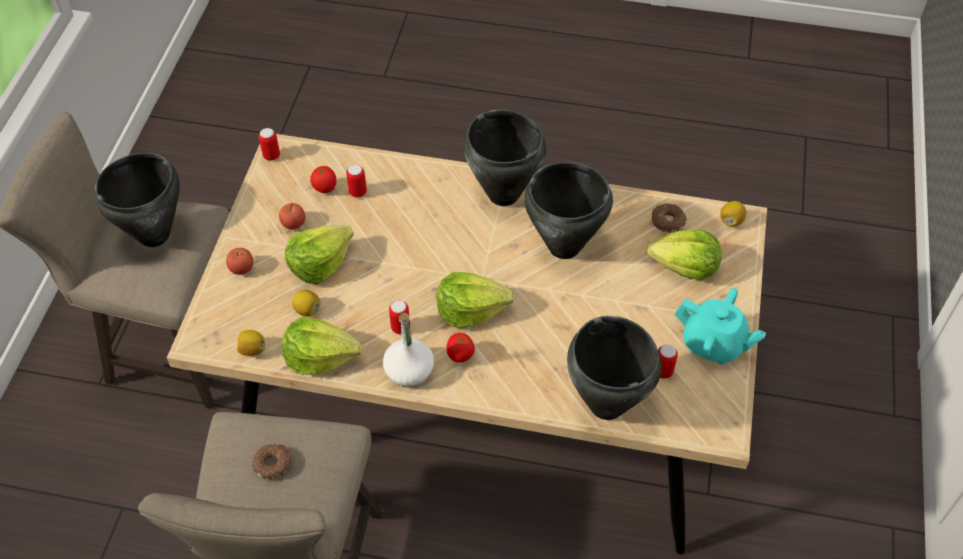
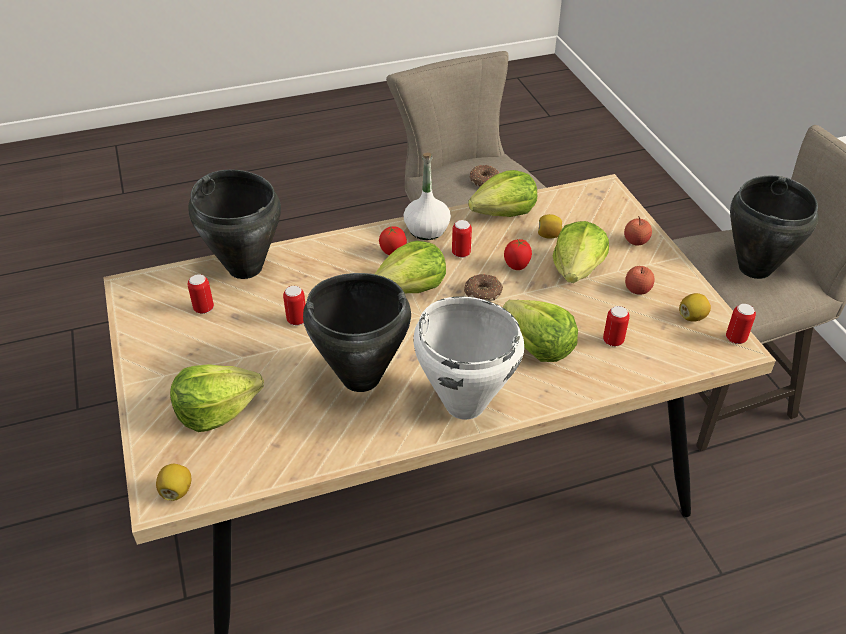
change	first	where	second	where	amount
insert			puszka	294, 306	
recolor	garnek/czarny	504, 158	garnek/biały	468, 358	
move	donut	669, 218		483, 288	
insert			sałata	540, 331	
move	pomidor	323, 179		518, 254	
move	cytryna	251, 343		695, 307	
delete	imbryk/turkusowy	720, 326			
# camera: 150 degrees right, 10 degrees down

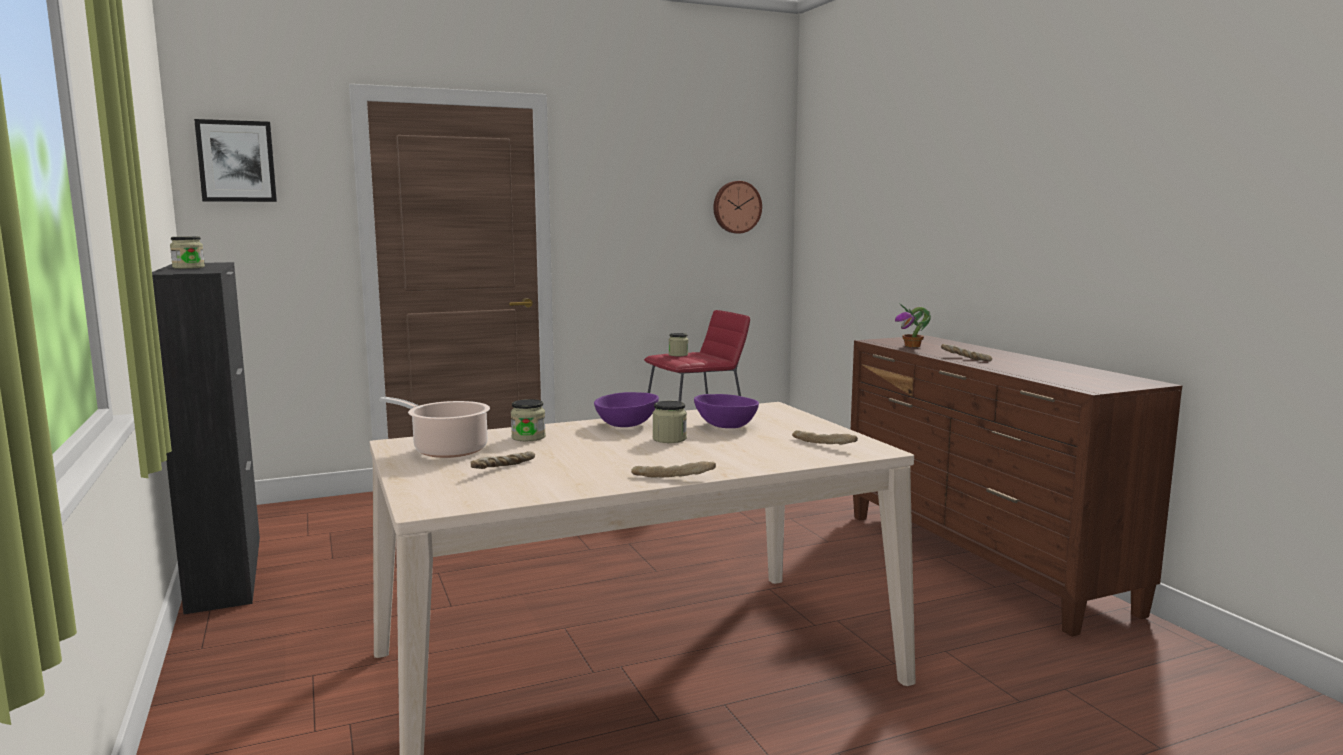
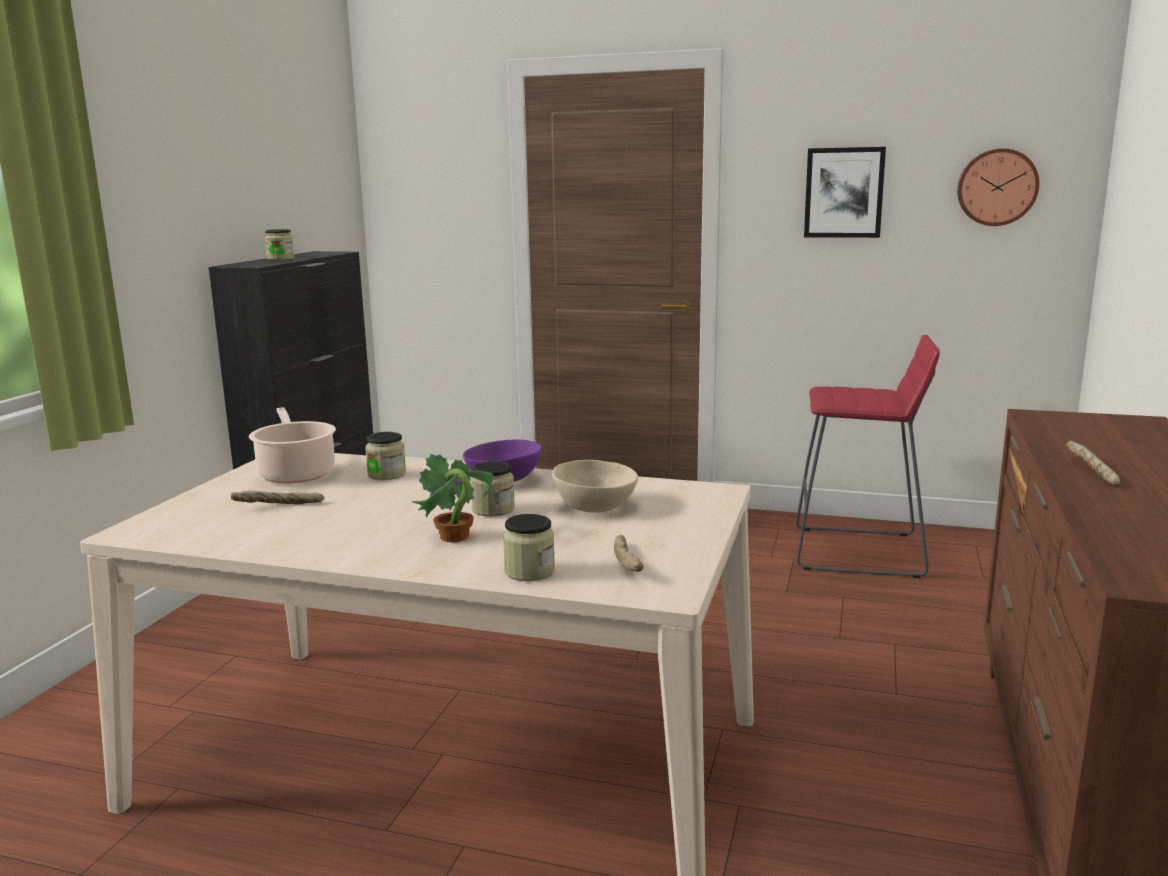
change	first	where	second	where	amount
move	roślina doniczkowa	913, 325		453, 498	
move	słoik	678, 344		529, 547	
recolor	miska/fioletowy	726, 411	miska/beżowy	595, 486	
move	obraz	235, 160		845, 192	
delete	chleb	673, 469			
# camera: 40 degrees right, 5 degrees up

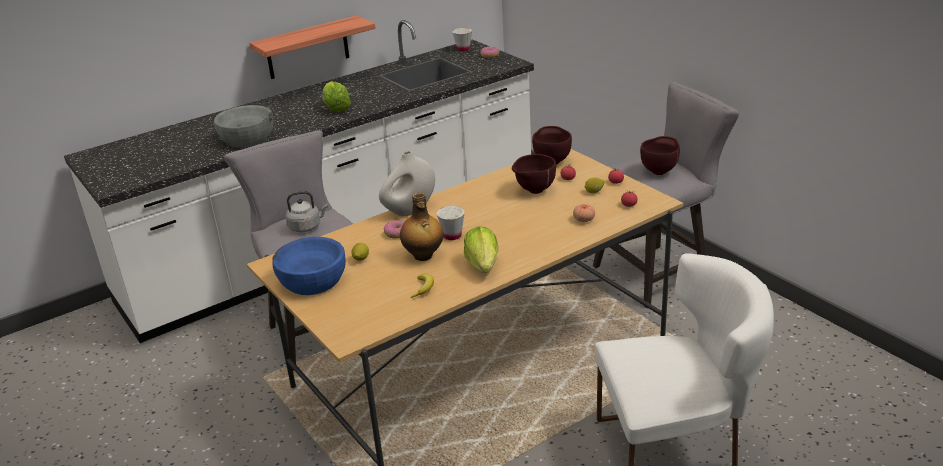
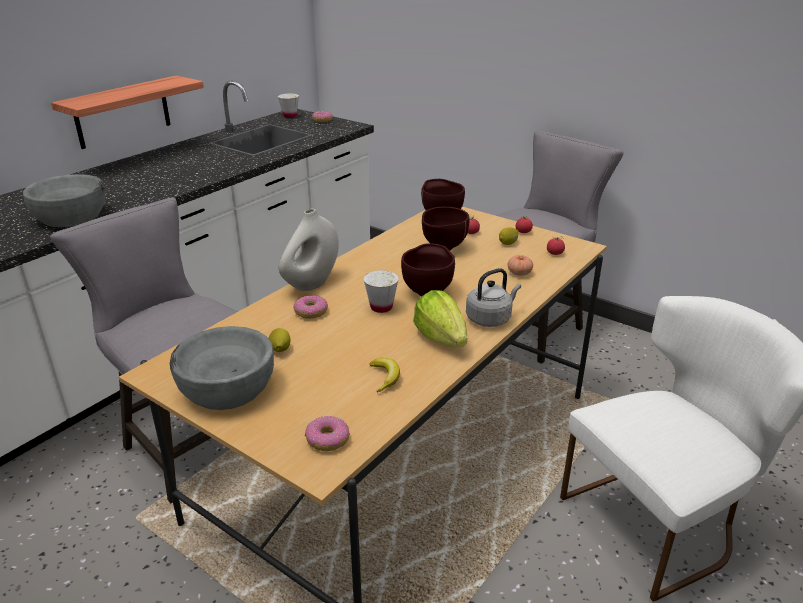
change	first	where	second	where	amount
recolor	miska/niebieski	309, 266	miska/szary	222, 368	
insert			donut	327, 433	
move	miska/brązowy	660, 155		428, 269	
move	czajnik/szary	306, 211		493, 297	
delete	sałata	337, 97			
delete	butelka	422, 227			
# camera: 20 degrees left, 0 degrees up

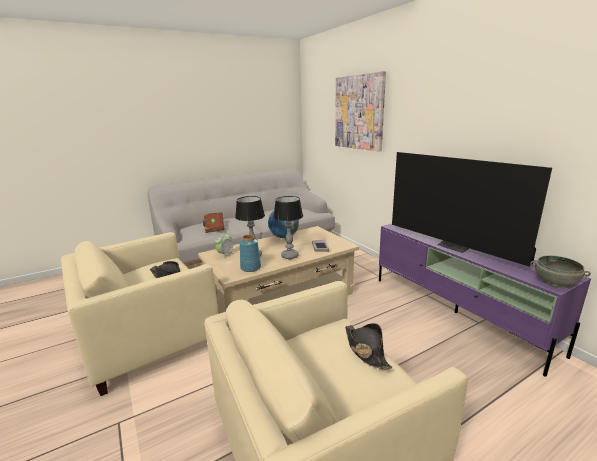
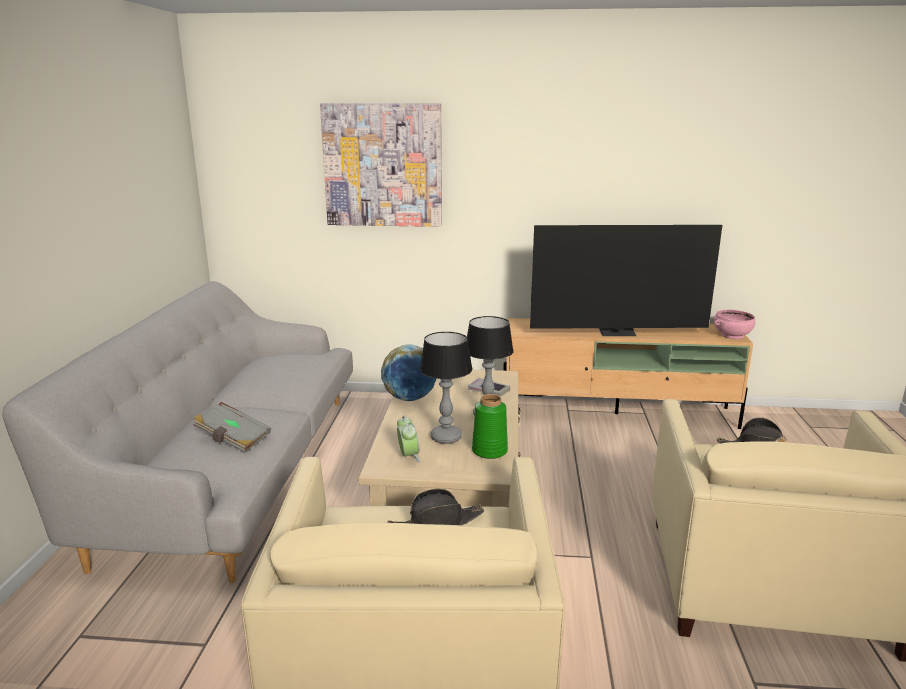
change	first	where	second	where	amount
recolor	książka/brązowy	214, 222	książka/szary	232, 427	
recolor	wazon/niebieski	250, 253	wazon/zielony	490, 426	
recolor	szafka pod telewizor/fioletowy	485, 300	szafka pod telewizor/beżowy	628, 373	
recolor	miska/szary	560, 272	miska/różowy	735, 324	
# camera: 55 degrees left, 0 degrees up

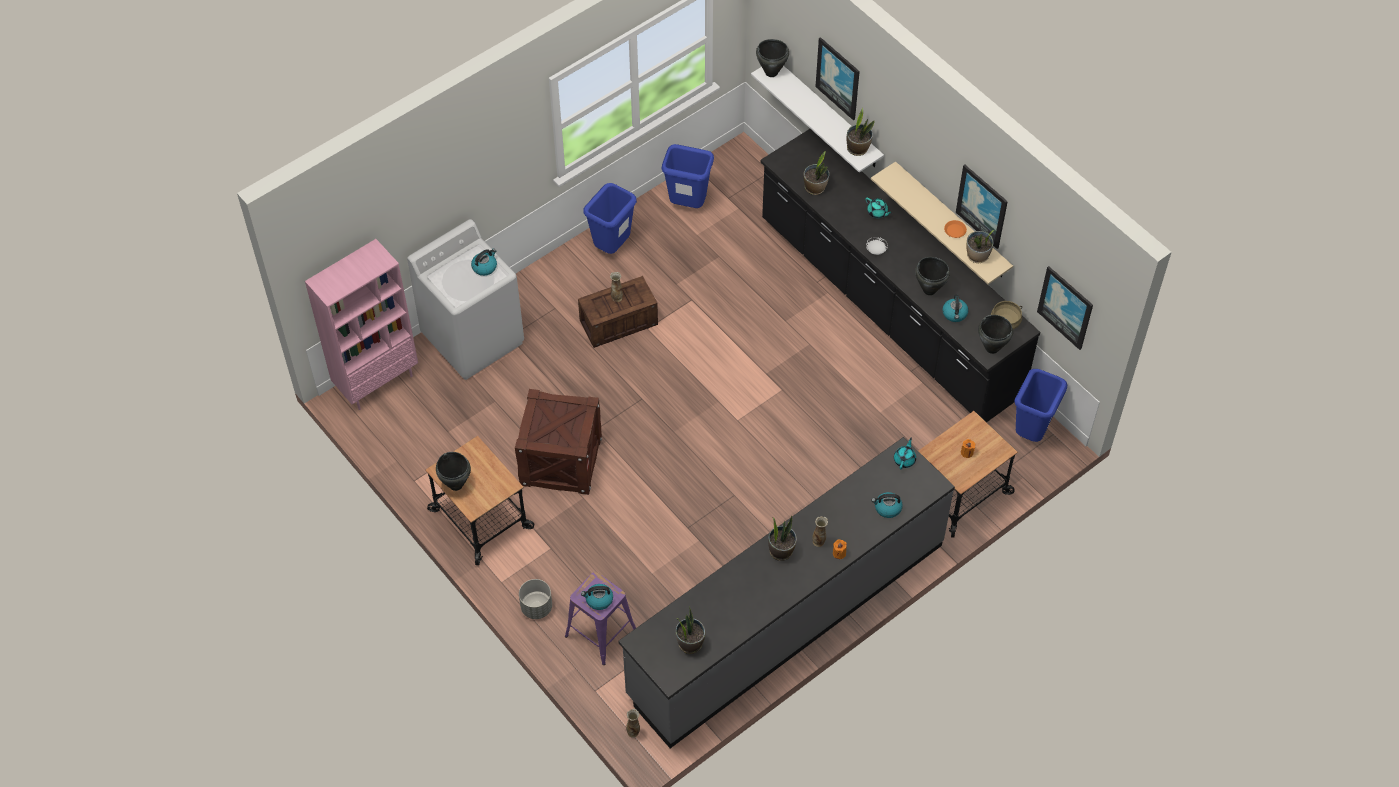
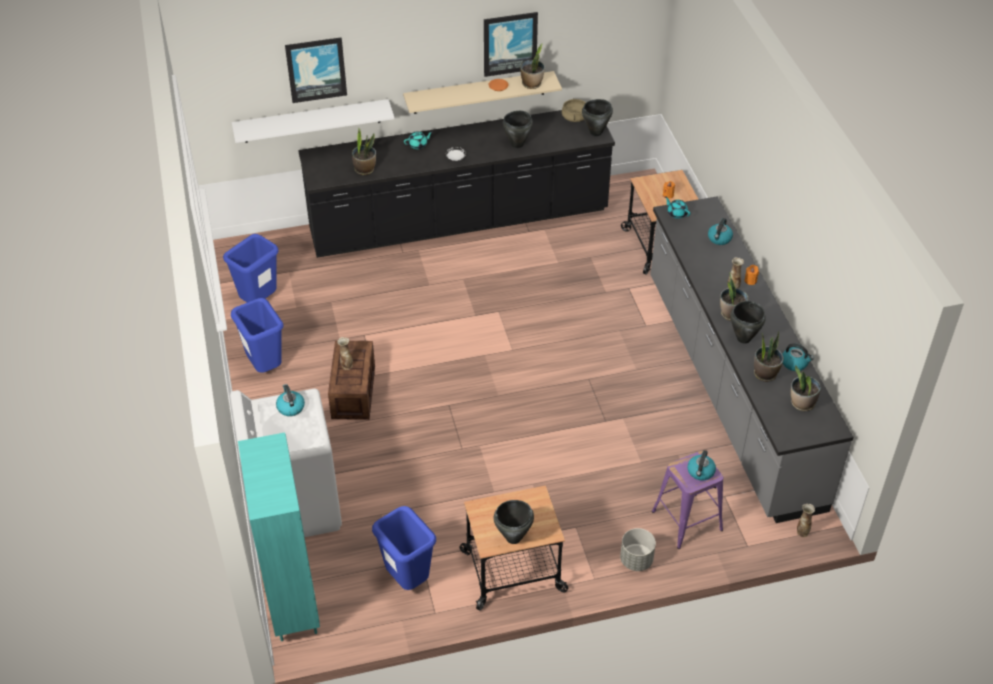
change	first	where	second	where	amount
recolor	regał/różowy	361, 324	regał/turkusowy	279, 536	
move	kosz na śmieci/niebieski	1040, 405		404, 548	
move	garnek/czarny	772, 58		748, 322	
move	roślina doniczkowa	861, 132		769, 356	
move	czajnik	955, 308		798, 357	
delete	skrzynka	558, 442			
delete	obraz	1065, 308			
# camera: 65 degrees left, 10 degrees down

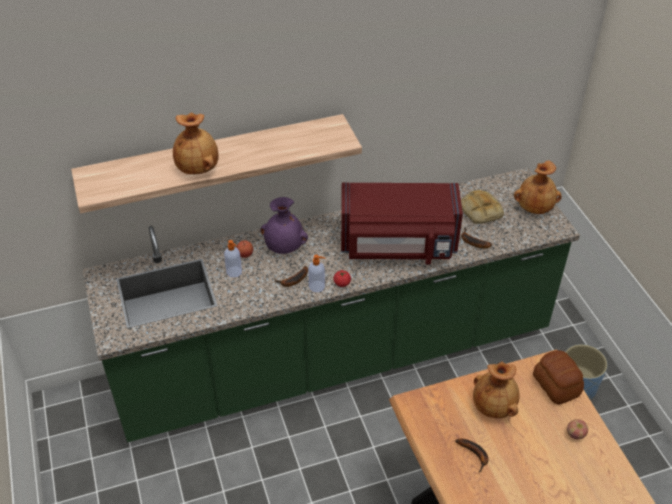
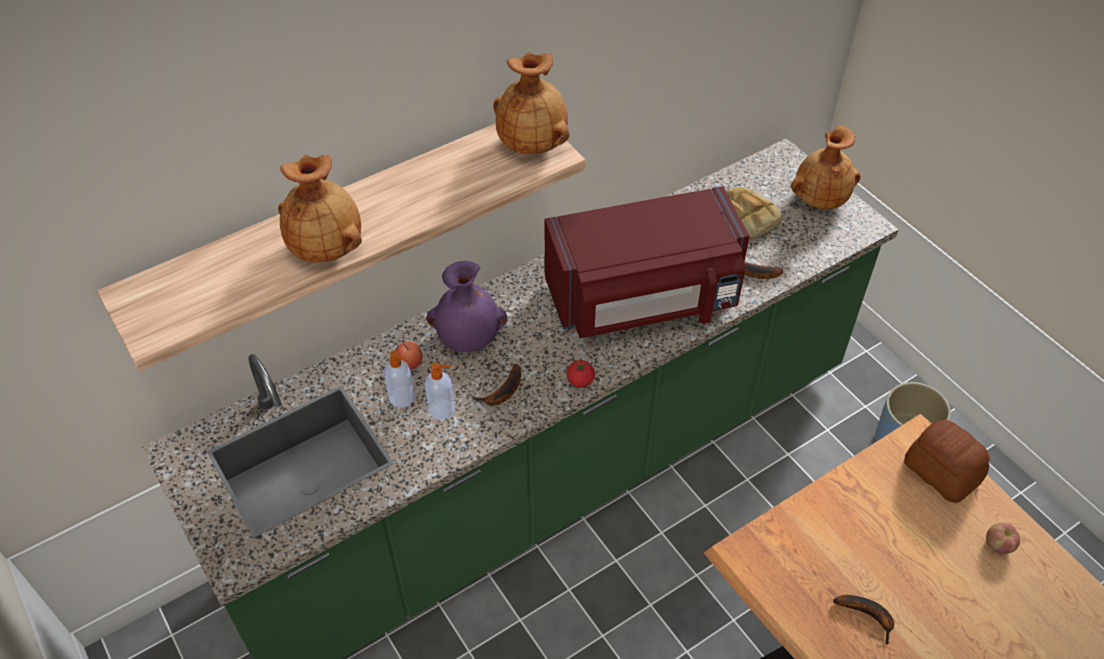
change	first	where	second	where	amount
move	dozownik mydła	316, 273		440, 391	
move	wazon/brązowy	496, 389		531, 103	
# camera: 15 degrees left, 5 degrees up

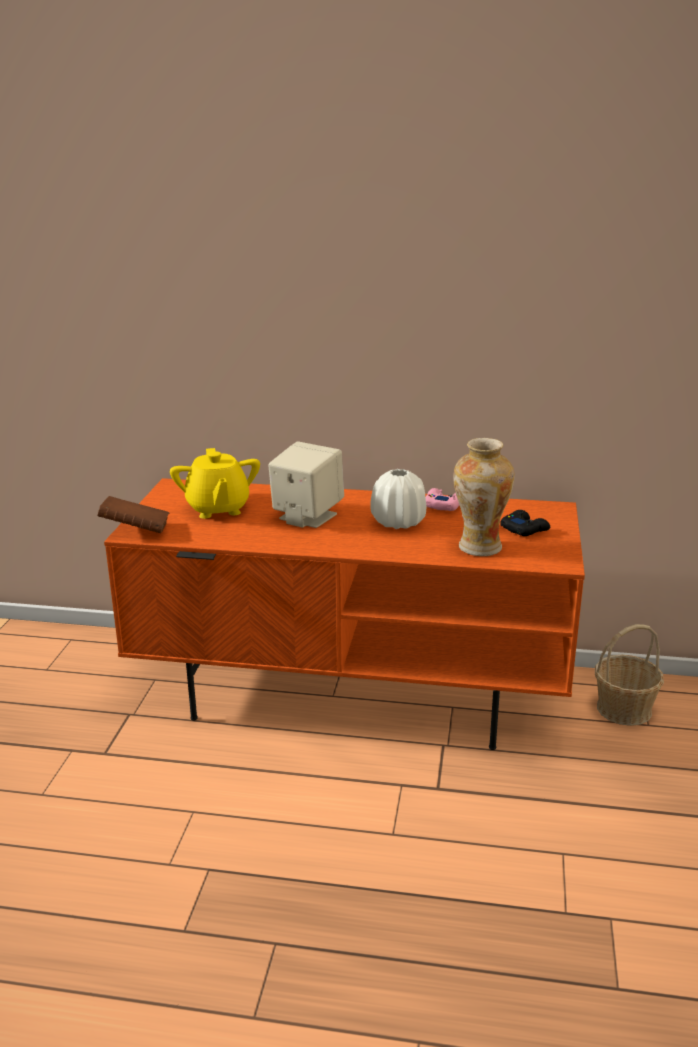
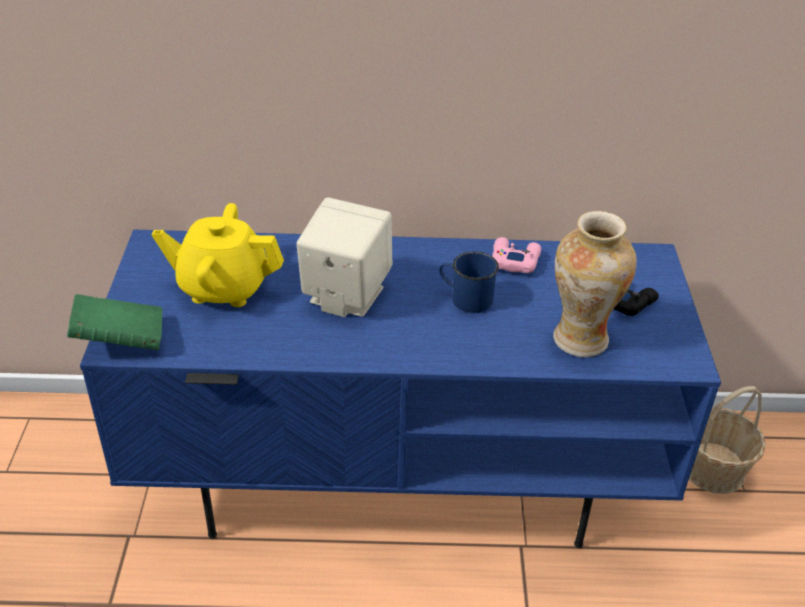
change	first	where	second	where	amount
recolor	książka/brązowy	133, 514	książka/zielony	114, 322	
recolor	szafka pod telewizor/pomarańczowy	344, 614	szafka pod telewizor/niebieski	400, 389	
rotate	imbryk/żółty	215, 483		218, 255	120 degrees clockwise
replace	wazon/biały	398, 499	kubek/niebieski	469, 282	
# camera: 10 degrees left, 15 degrees up

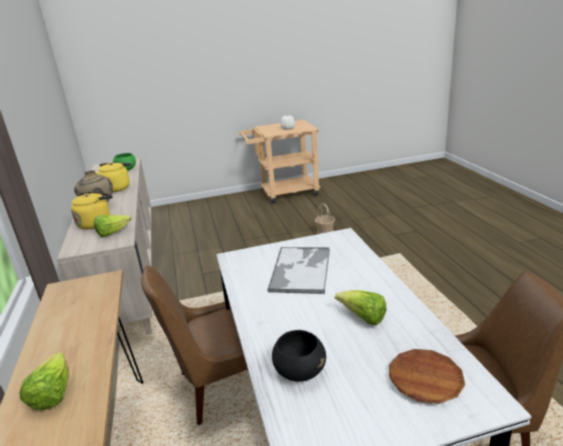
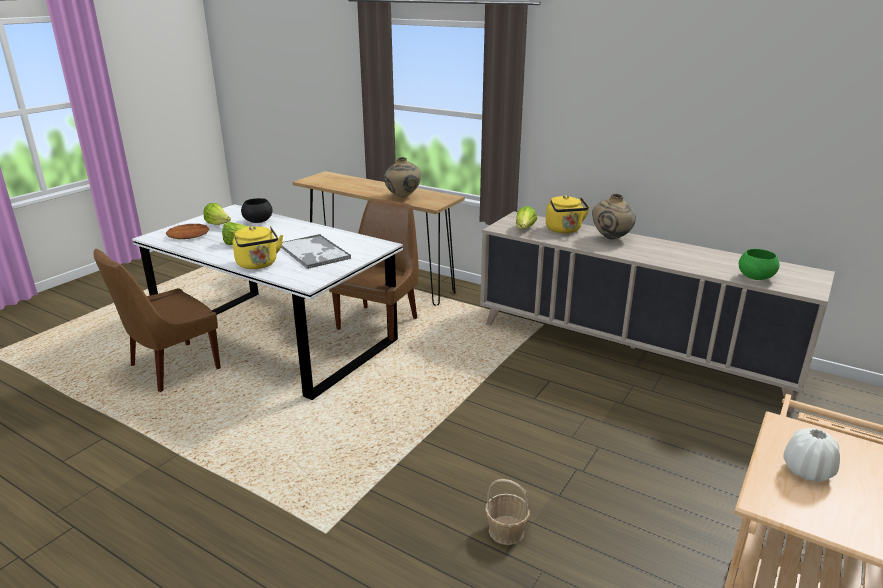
change	first	where	second	where	amount
move	sałata	44, 381		217, 214	
move	czajnik/żółty	113, 177		258, 247	
insert			wazon/beżowy	402, 177	
# camera: 135 degrees right, 0 degrees up

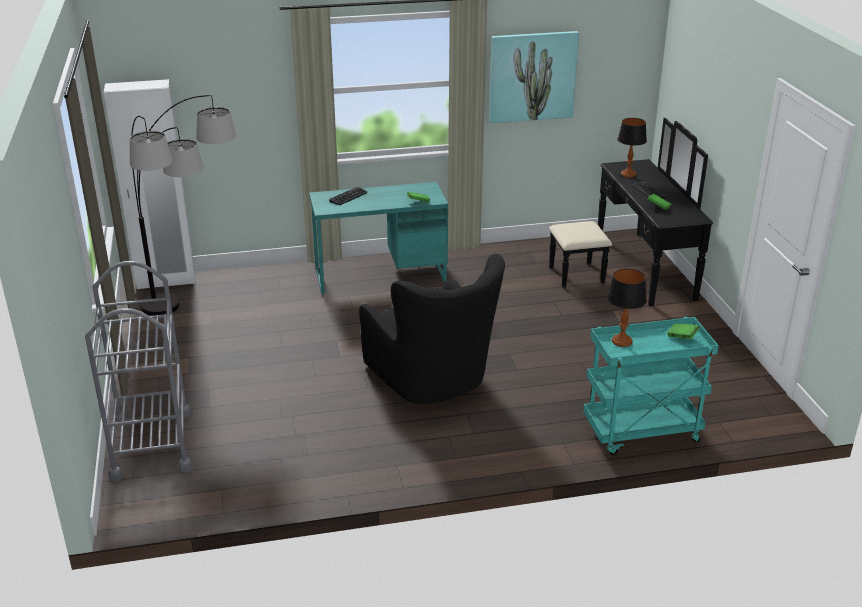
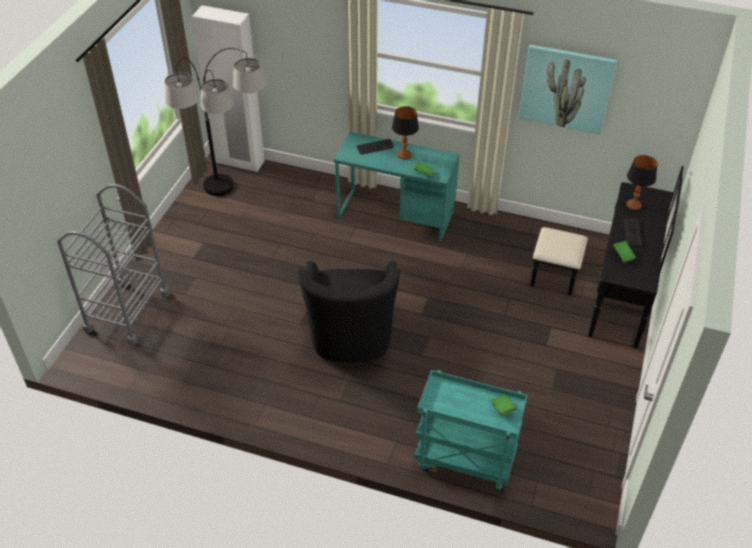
change	first	where	second	where	amount
move	lampa stołowa	627, 308		405, 132	
# camera: 30 degrees right, 15 degrees up

